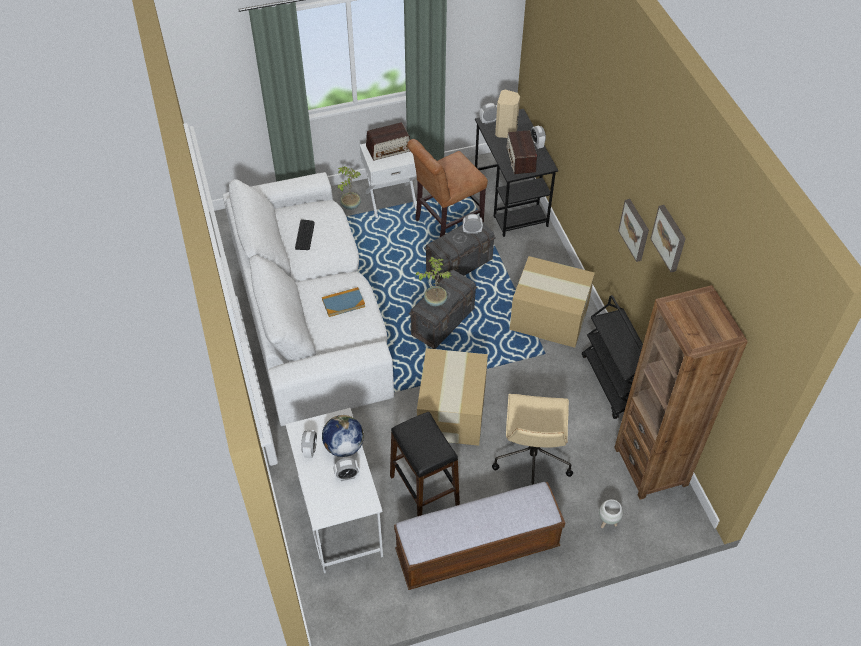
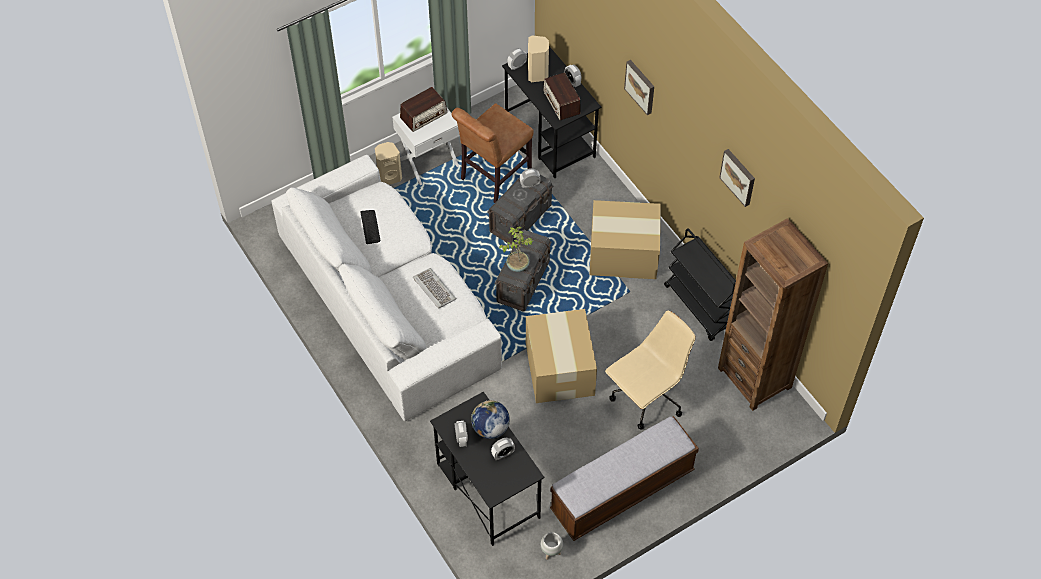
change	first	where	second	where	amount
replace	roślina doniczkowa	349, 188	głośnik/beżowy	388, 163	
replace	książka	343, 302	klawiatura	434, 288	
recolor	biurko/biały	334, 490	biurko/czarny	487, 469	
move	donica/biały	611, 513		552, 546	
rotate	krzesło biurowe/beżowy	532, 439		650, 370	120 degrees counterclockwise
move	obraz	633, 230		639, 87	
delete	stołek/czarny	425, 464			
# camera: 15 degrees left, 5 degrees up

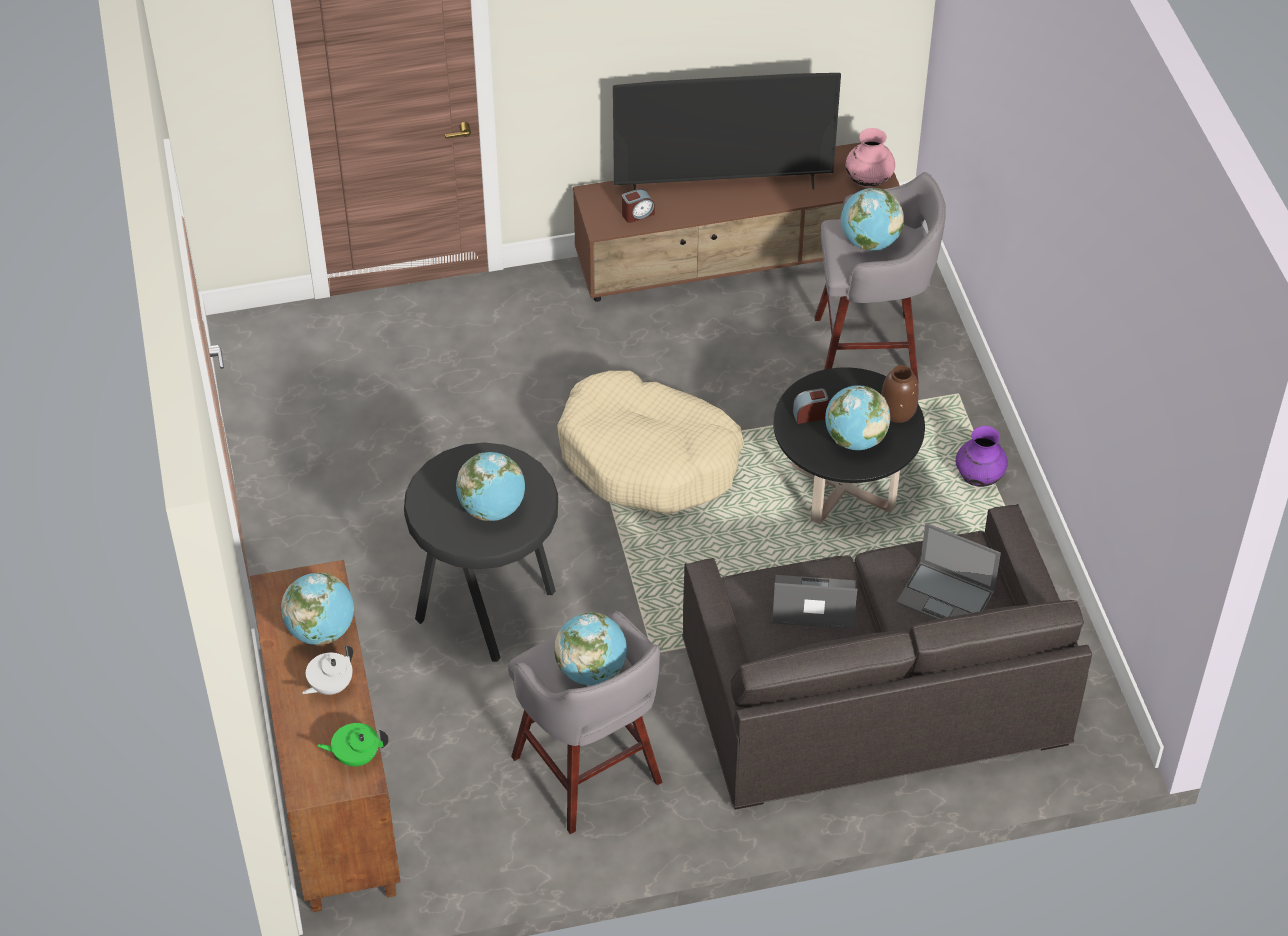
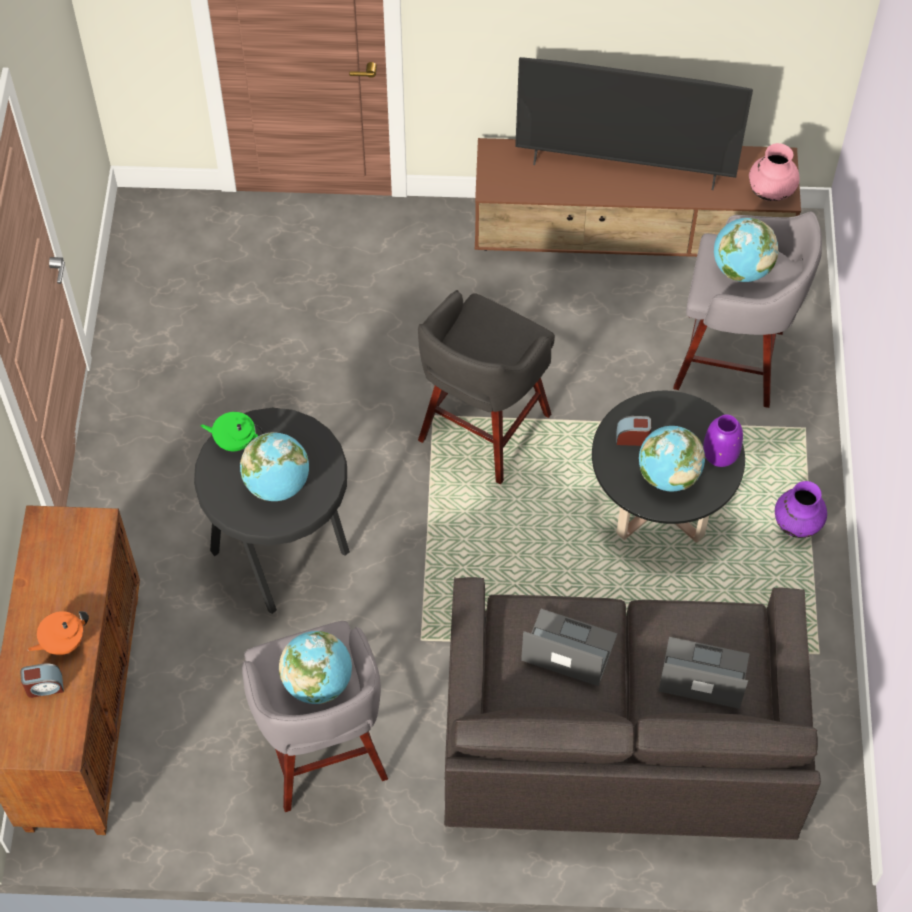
change	first	where	second	where	amount
move	budzik	638, 206		42, 681	
recolor	imbryk/biały	327, 670	imbryk/pomarańczowy	58, 633	
move	imbryk/zielony	352, 745		231, 431	
replace	legowisko/beżowy	650, 442	stołek/szary	486, 387	
rotate	laptop	948, 571		704, 673	150 degrees clockwise
recolor	wazon/brązowy	900, 394	wazon/fioletowy	723, 440	
delete	globus	317, 609			
# camera: 15 degrees right, 10 degrees up

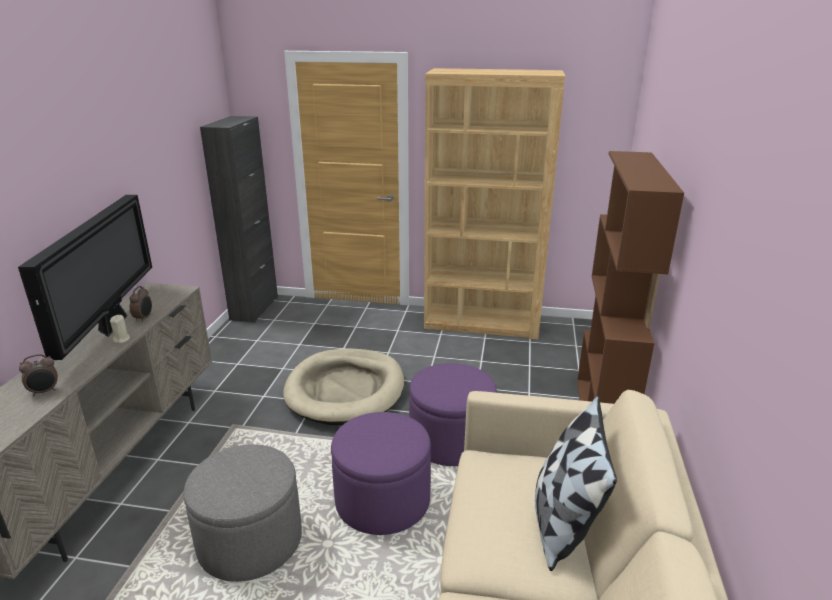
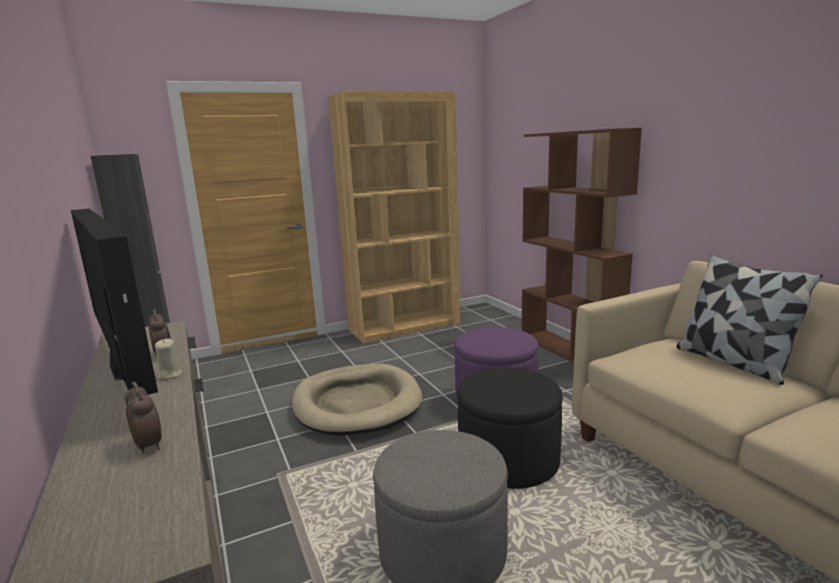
change	first	where	second	where	amount
rotate	budzik	38, 375		143, 418	60 degrees counterclockwise
recolor	pufa/fioletowy	381, 473	pufa/czarny	510, 428	
# camera: 35 degrees left, 10 degrees down

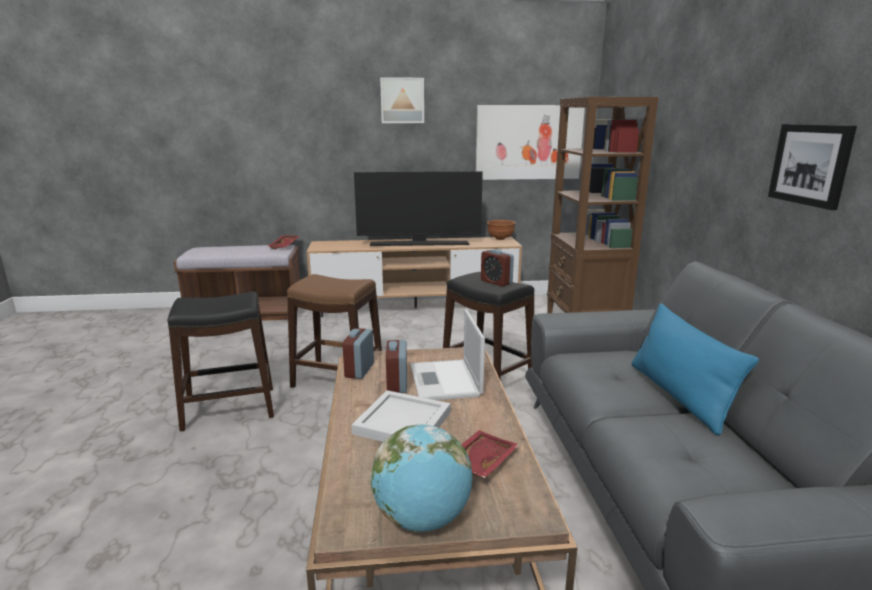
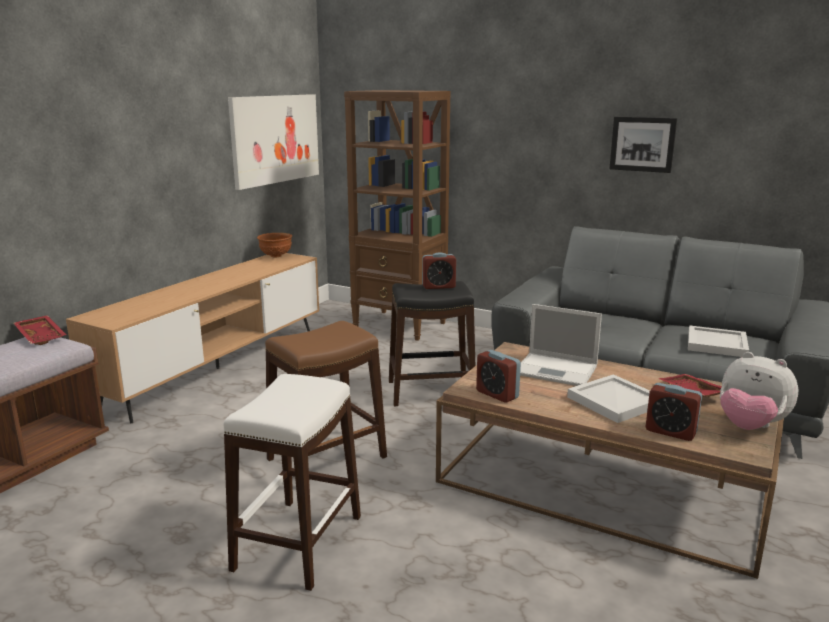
change	first	where	second	where	amount
recolor	stołek/czarny	220, 361	stołek/biały	292, 482	
move	budzik	396, 366		673, 412	
insert			taca/biały	718, 341	
replace	globus	421, 478	pluszak	759, 391	
delete	telewizor	418, 209			
delete	obraz	402, 100			
delete	poduszka/niebieski	695, 369			
# camera: 55 degrees left, 0 degrees up

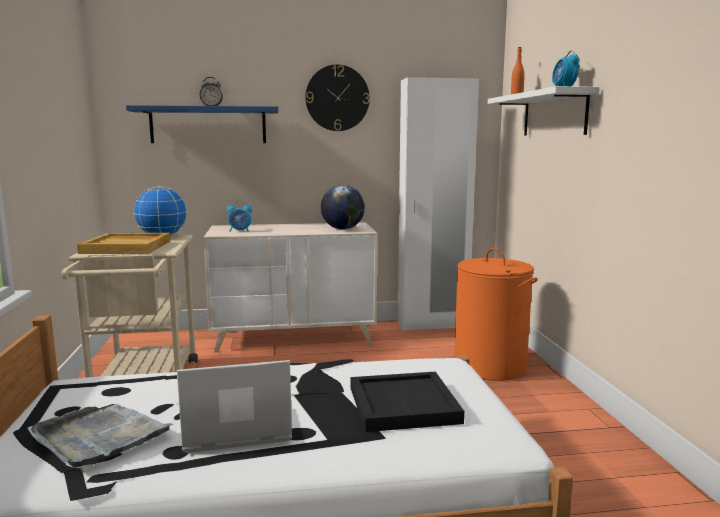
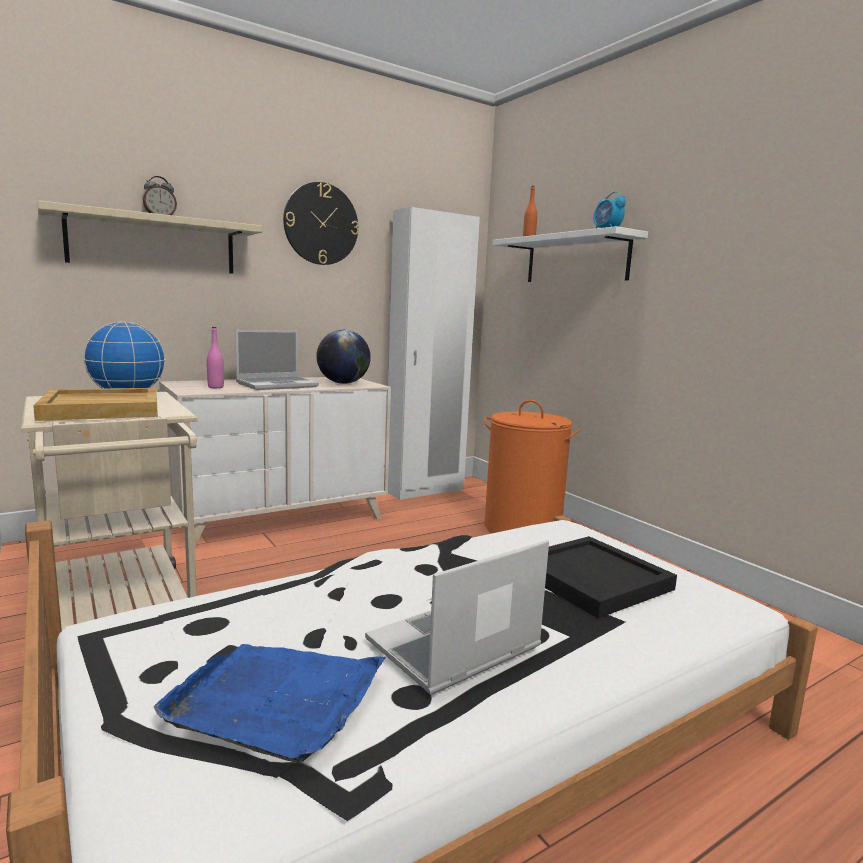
change	first	where	second	where	amount
recolor	półka/niebieski	202, 124	półka/beżowy	150, 237	
recolor	taca/szary	102, 436	taca/niebieski	270, 703	
replace	budzik	239, 216	butelka/różowy	215, 357	
insert			laptop	277, 360	
# camera: 25 degrees left, 0 degrees up

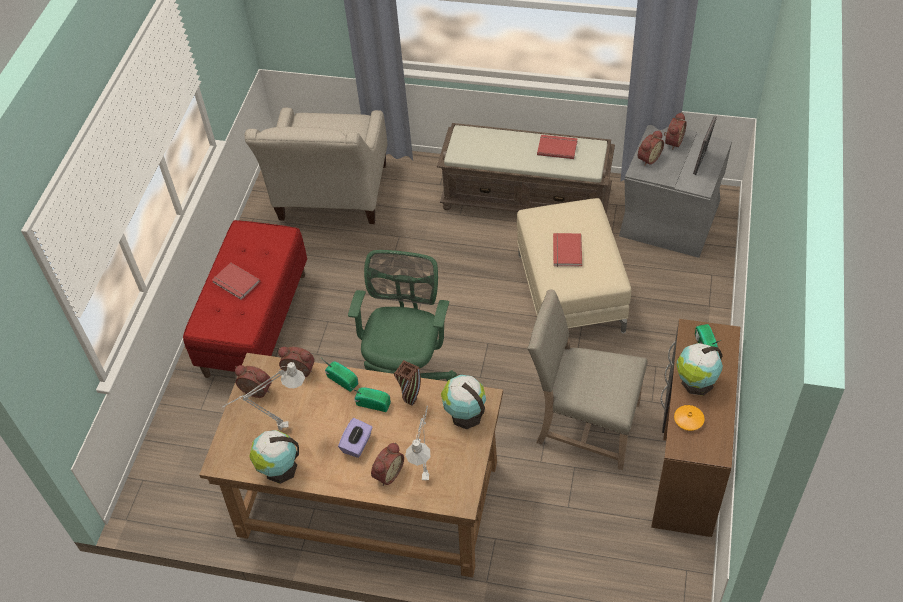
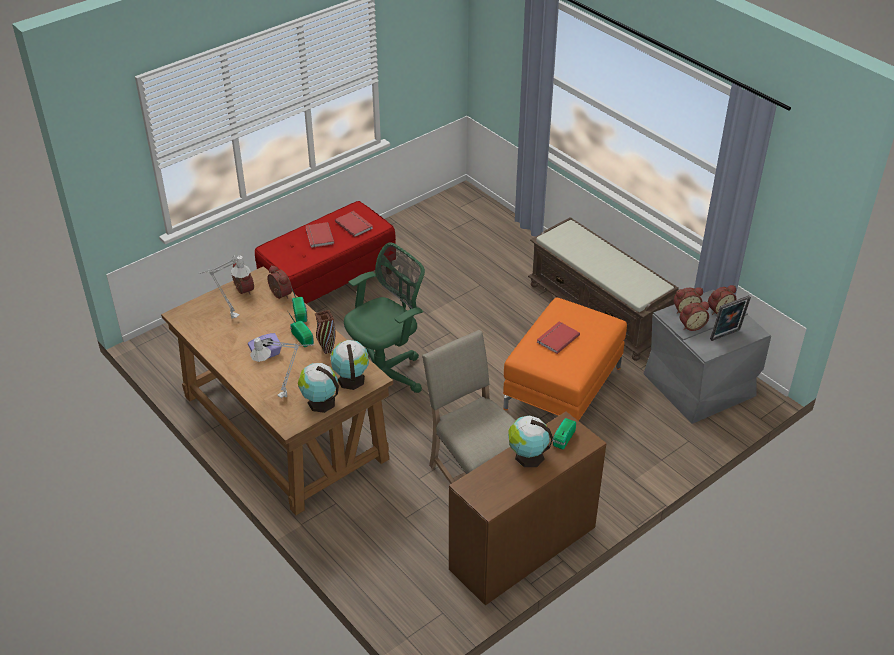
change	first	where	second	where	amount
move	globus	274, 457		318, 388	
move	książka/czerwony	557, 147		354, 224	
recolor	pufa/beżowy	574, 265	pufa/pomarańczowy	565, 359	
move	budzik	387, 464		694, 316	
delete	fotel/beżowy	316, 166			
delete	wazon/pomarańczowy	689, 418			
# camera: 35 degrees right, 10 degrees down

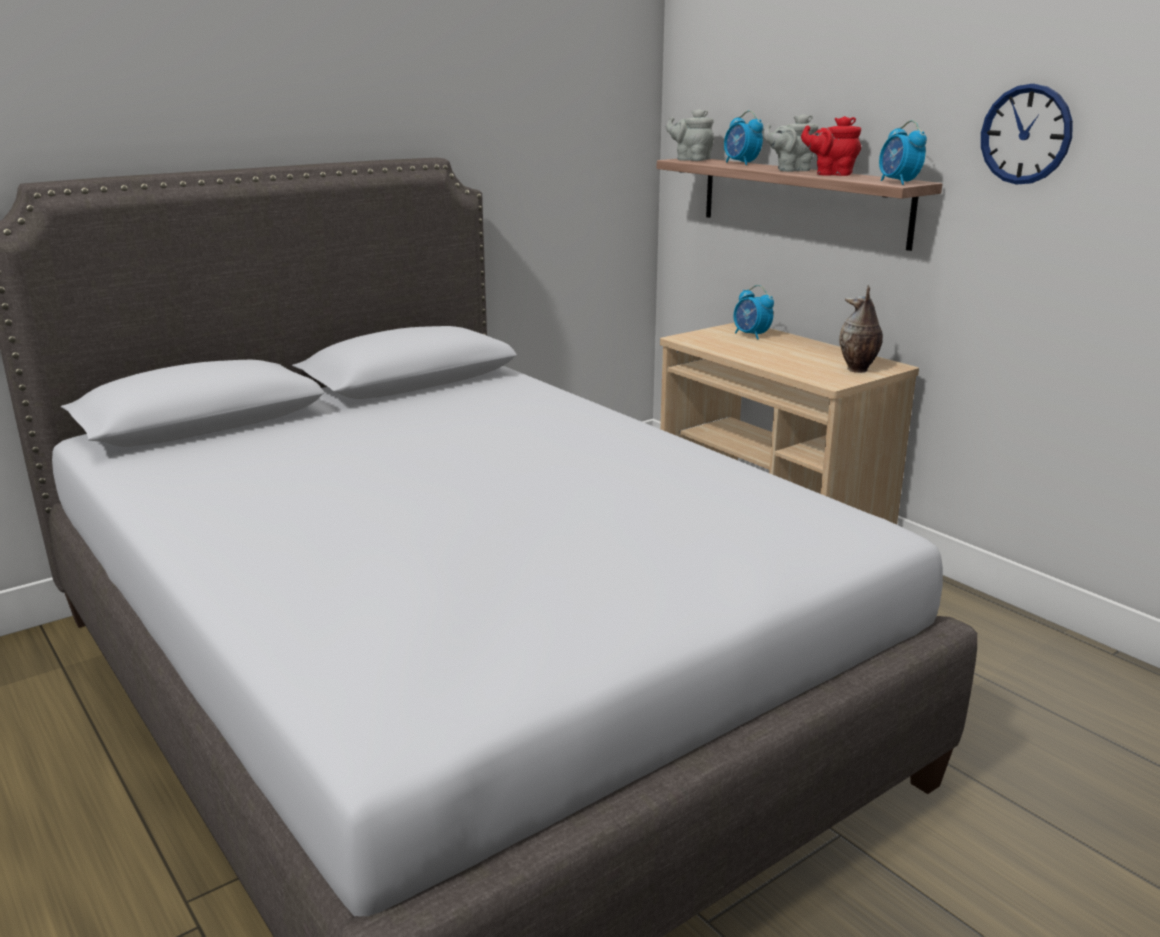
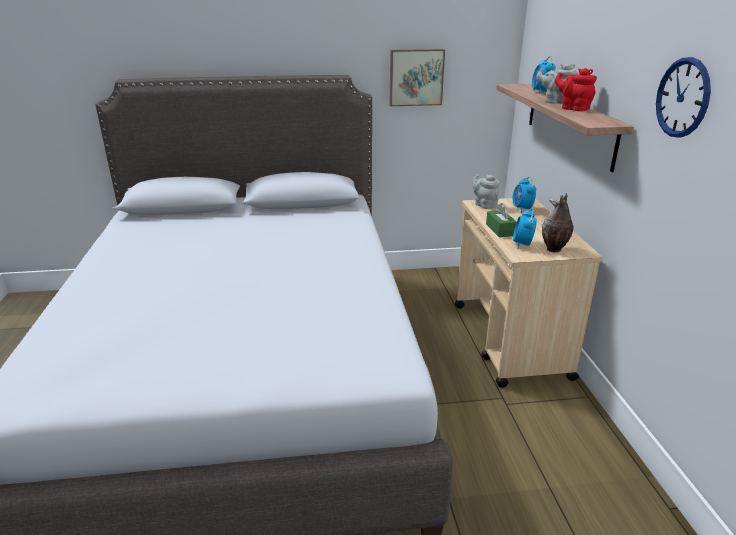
change	first	where	second	where	amount
insert			obraz	417, 77	
move	imbryk/szary	690, 135		486, 191	
insert			pudełko chusteczek/zielony	501, 220	
move	budzik	903, 152		525, 228	
# camera: 30 degrees right, 5 degrees up

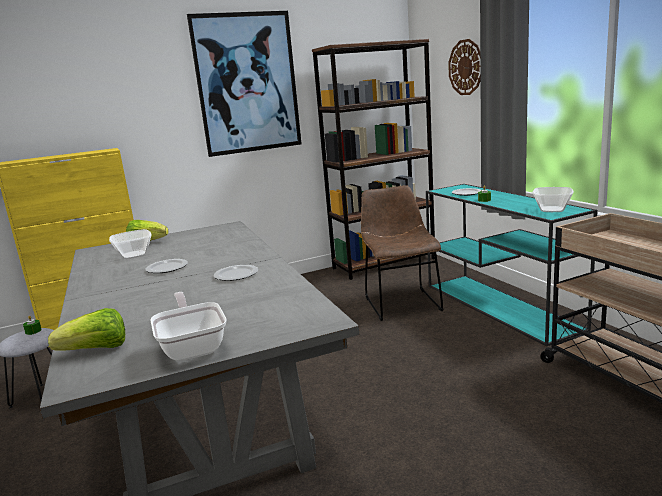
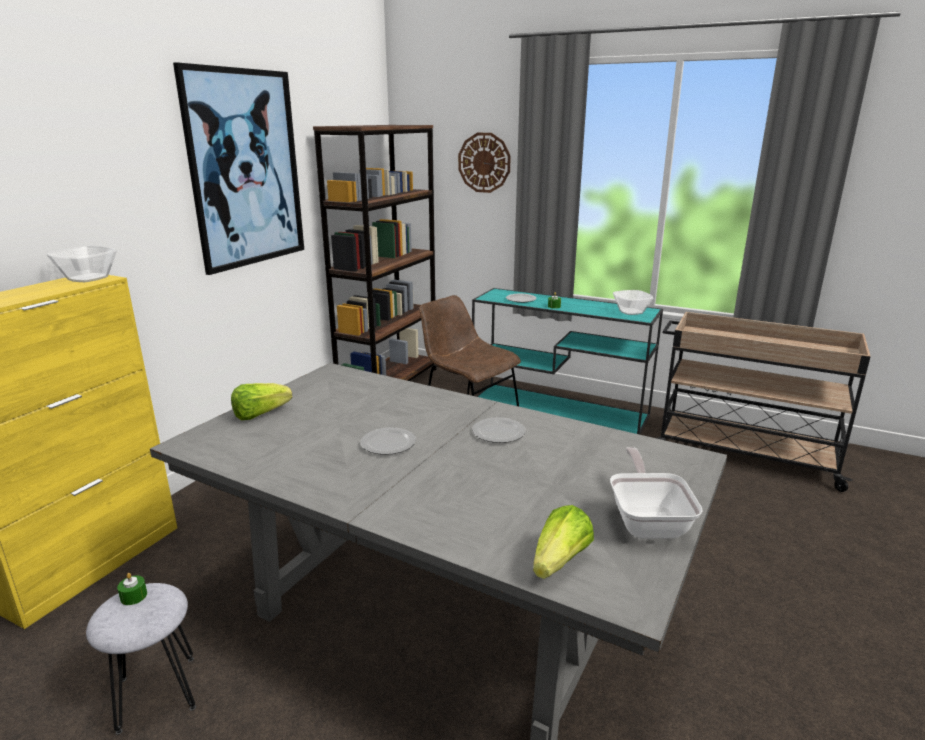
change	first	where	second	where	amount
move	miska	130, 244		82, 264	
rotate	patelnia	188, 326		656, 493	60 degrees clockwise
# camera: 40 degrees left, 5 degrees up

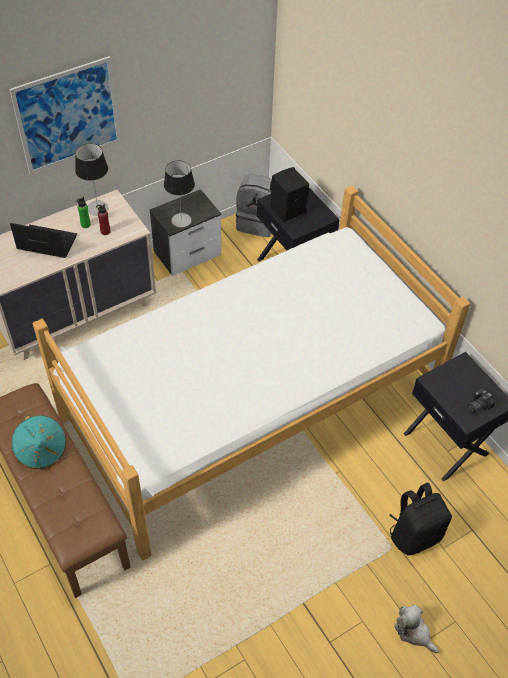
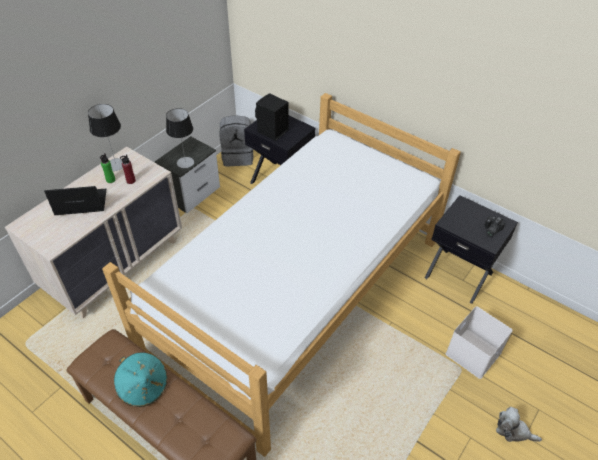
change	first	where	second	where	amount
replace	plecak/czarny	420, 519	pojemnik do przechowywania/biały	479, 342	
delete	obraz	65, 115			
# camera: 20 degrees left, 5 degrees down

